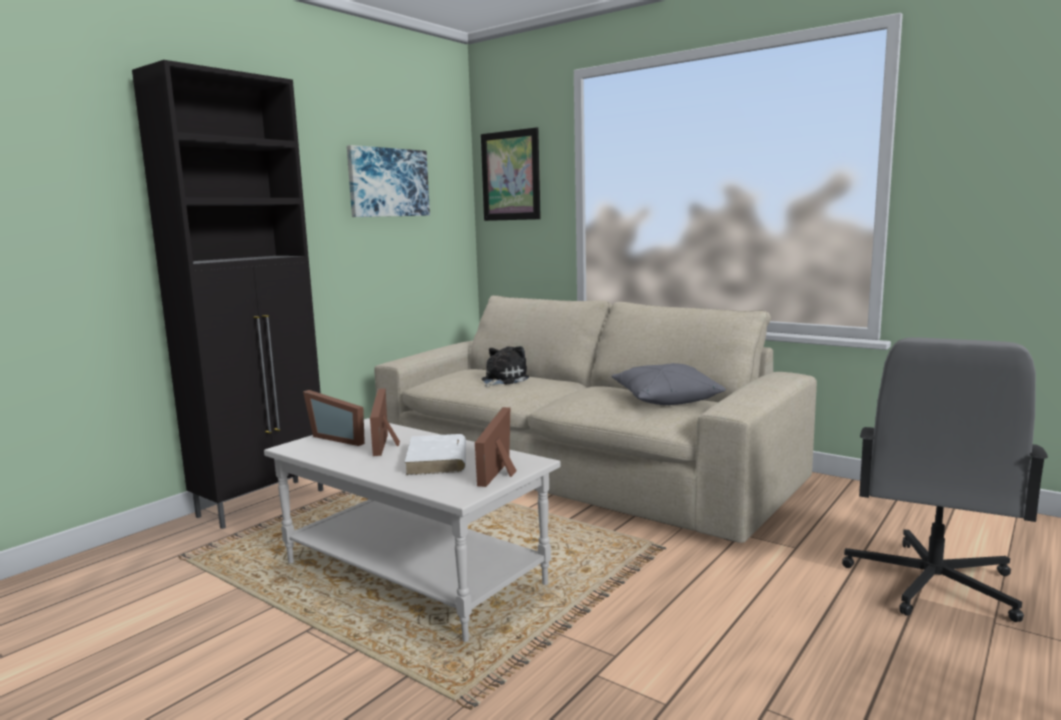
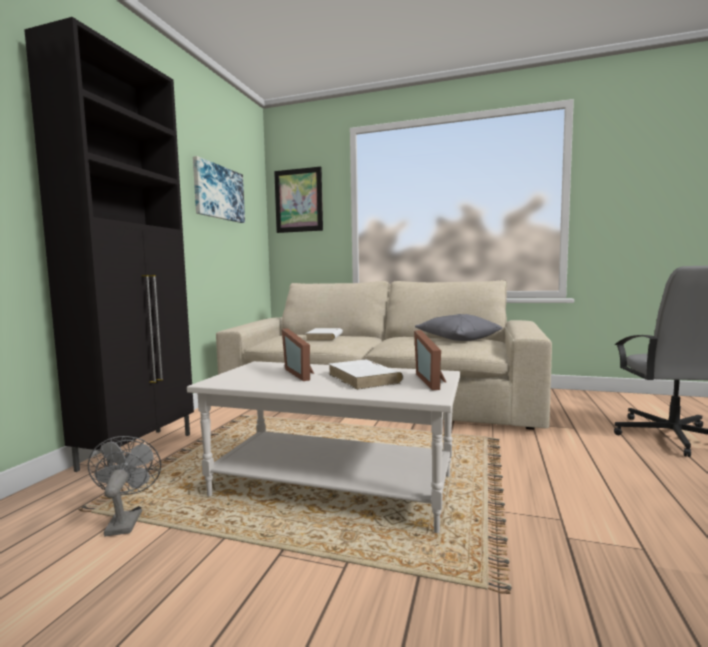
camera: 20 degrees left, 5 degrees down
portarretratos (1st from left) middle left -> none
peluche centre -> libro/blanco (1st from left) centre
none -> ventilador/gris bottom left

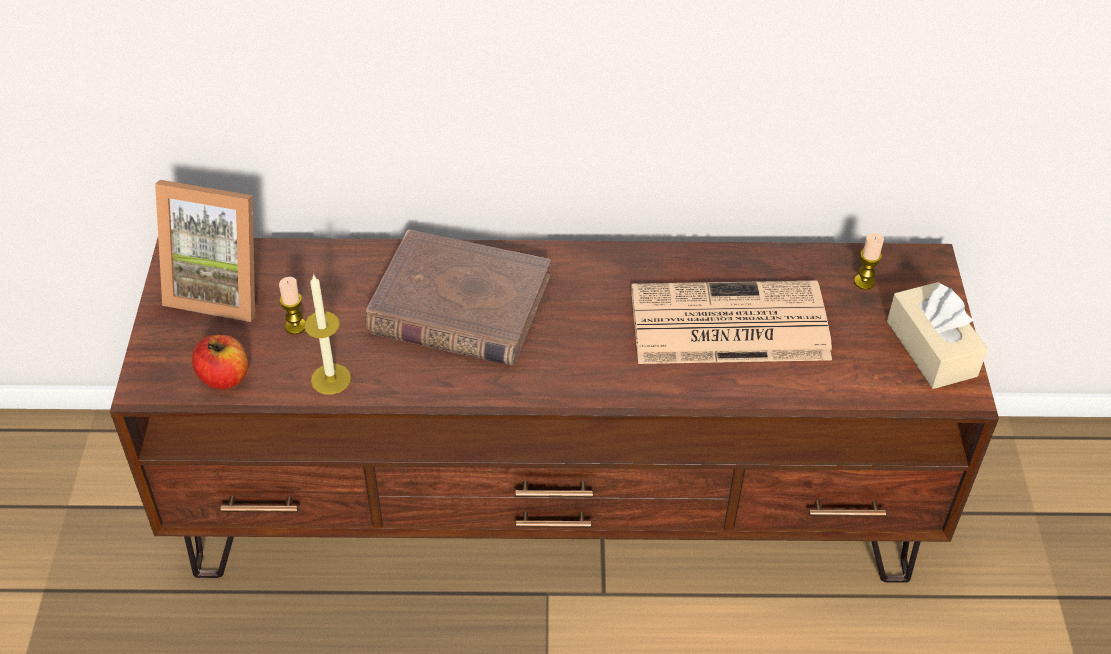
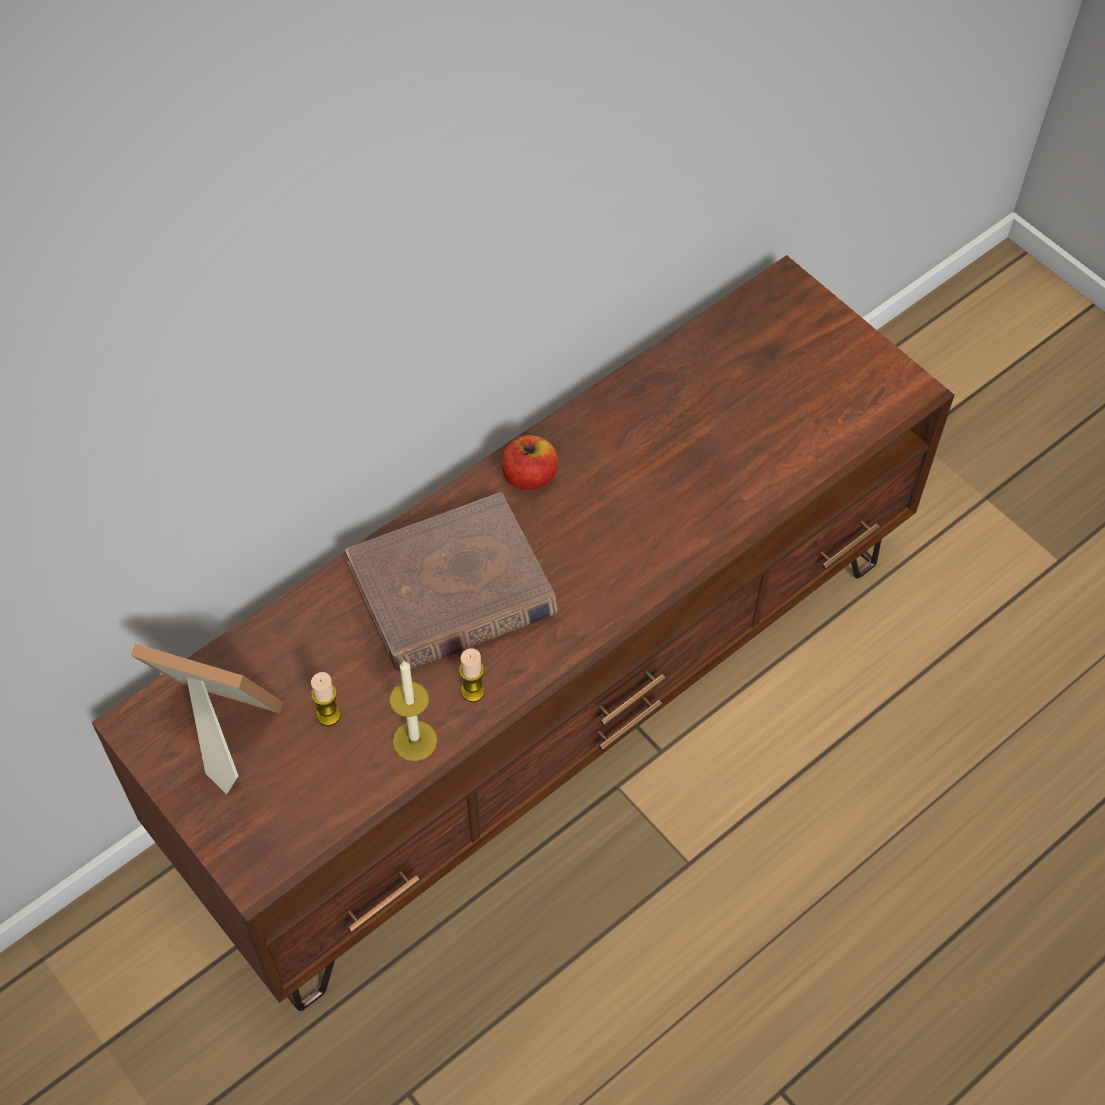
camera: 40 degrees left, 10 degrees up
portarretratos middle left, 135 degrees counterclockwise
manzana middle left -> manzana centre, moved
periódico centre -> none
vela (3rd from left) middle right -> vela (3rd from left) centre, moved
caja de pañuelos/beis middle right -> none

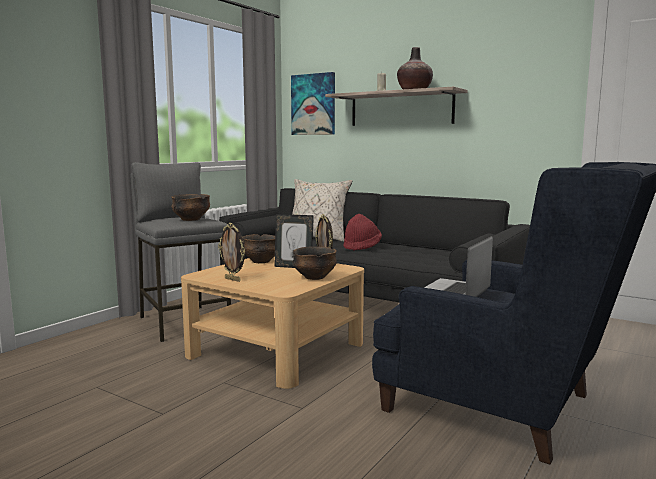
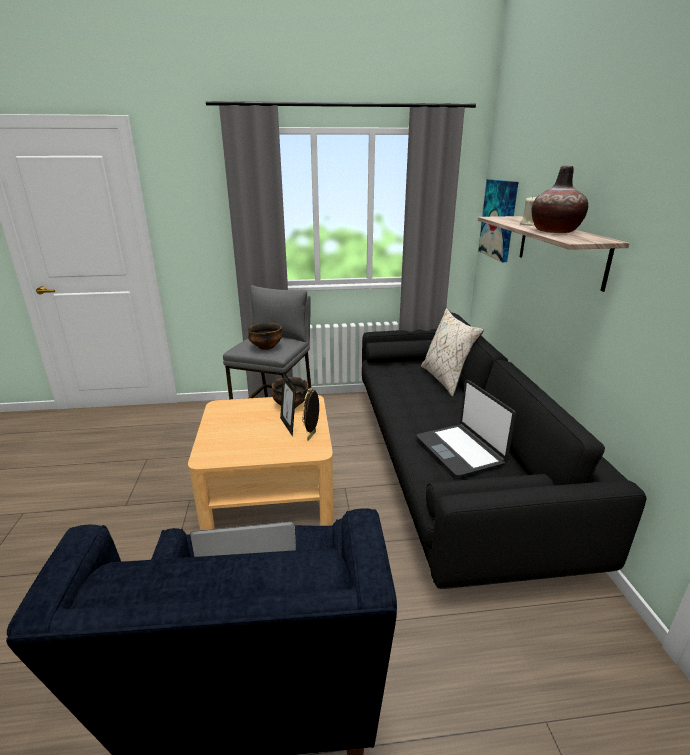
camera: 50 degrees right, 15 degrees up
portarretratos (1st from left) centre -> none
cuenco (3rd from left) centre -> none
sombrero/rojo centre -> none
none -> portátil (2nd from left) middle right

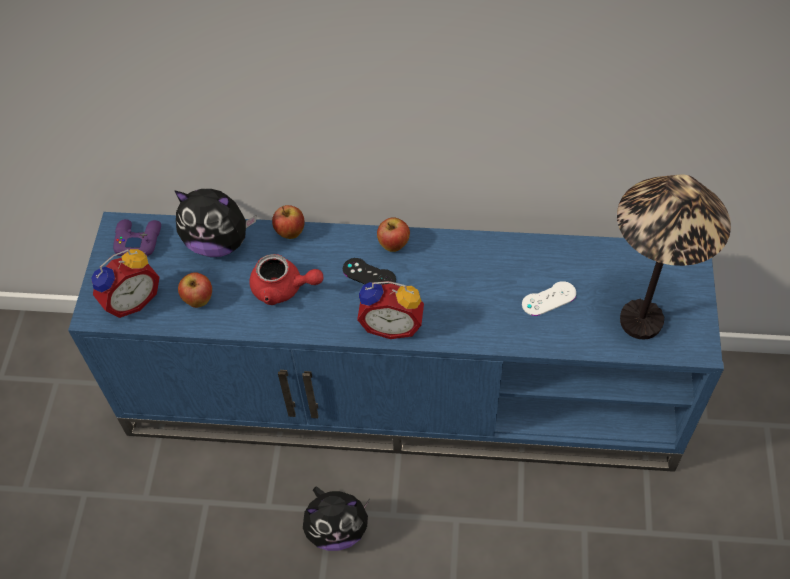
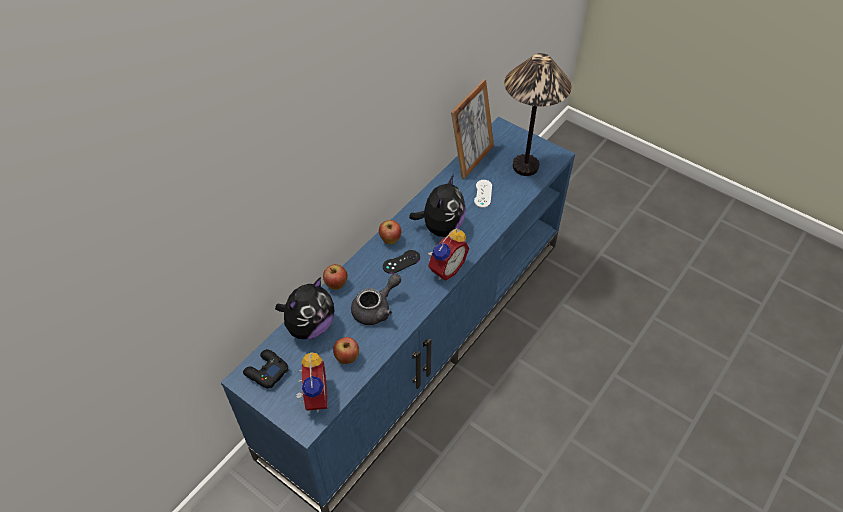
camera: 60 degrees left, 5 degrees down
mando de consola/morado middle left -> mando de consola/negro (1st from left) bottom left
tetera/rojo centre -> tetera/gris centre
peluche (2nd from left) bottom centre -> peluche (2nd from left) centre, moved
none -> portarretratos top centre

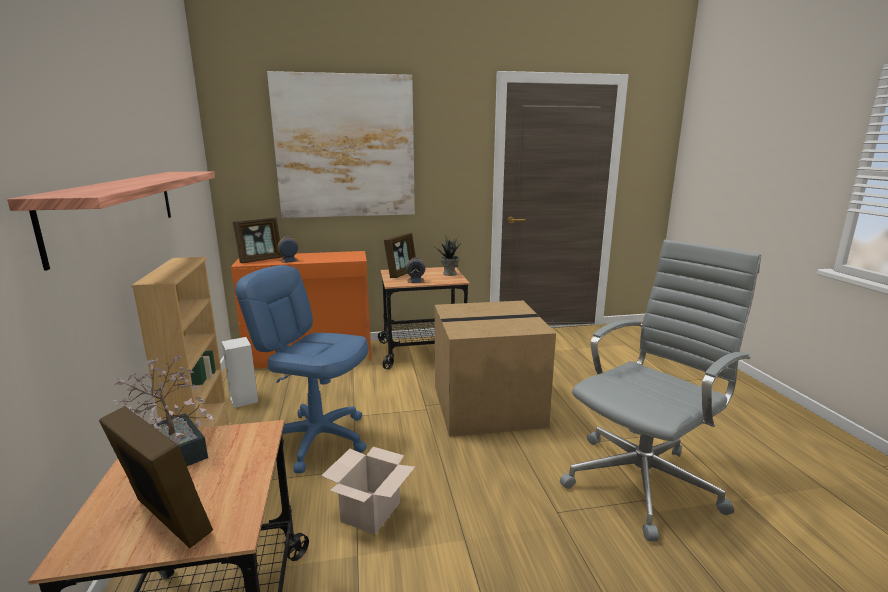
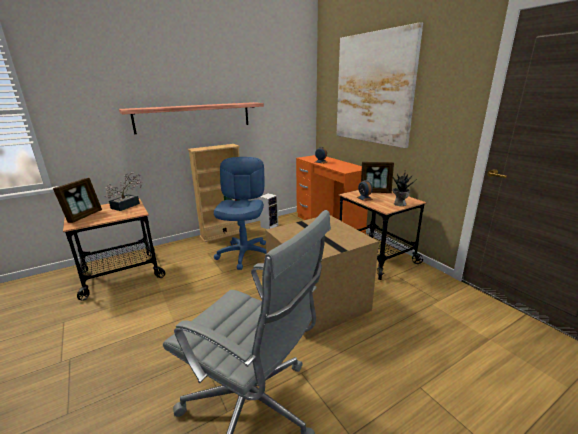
camera: 70 degrees right, 5 degrees up
portarretratos (2nd from left) middle left -> none
caja de cartón (1st from left) bottom centre -> none

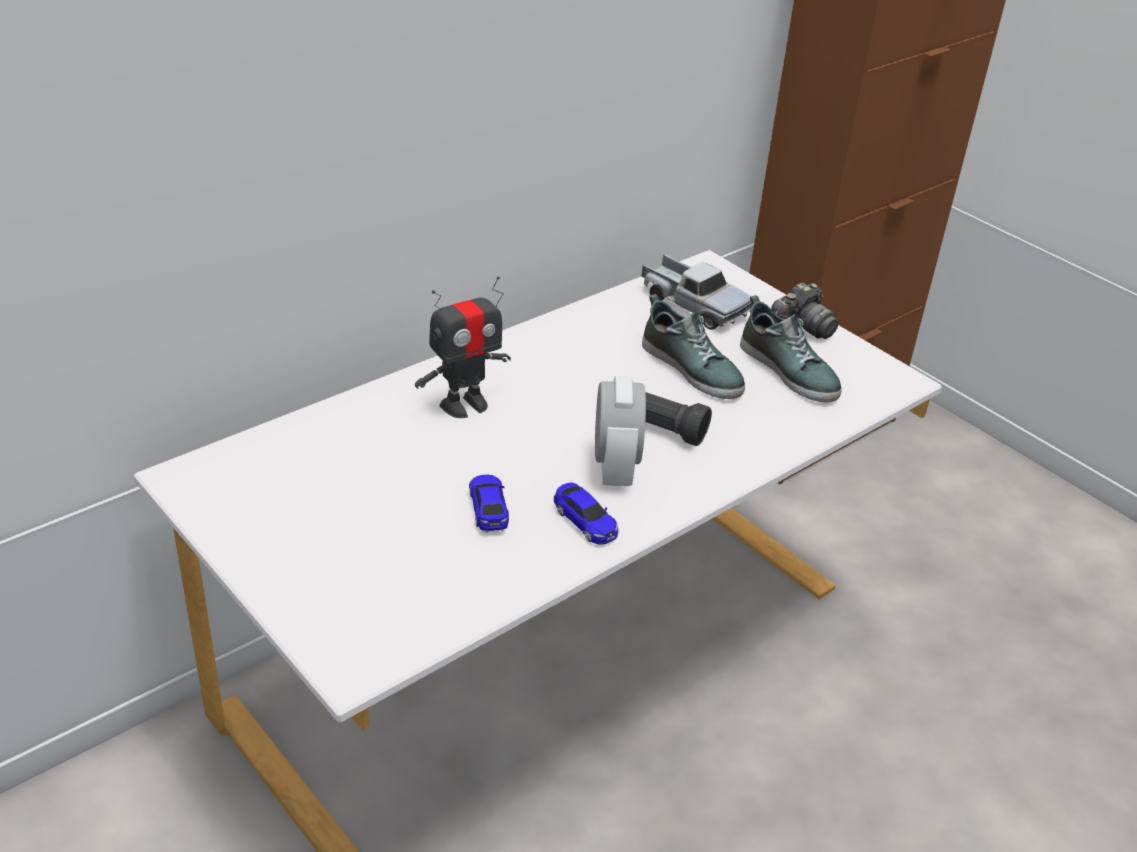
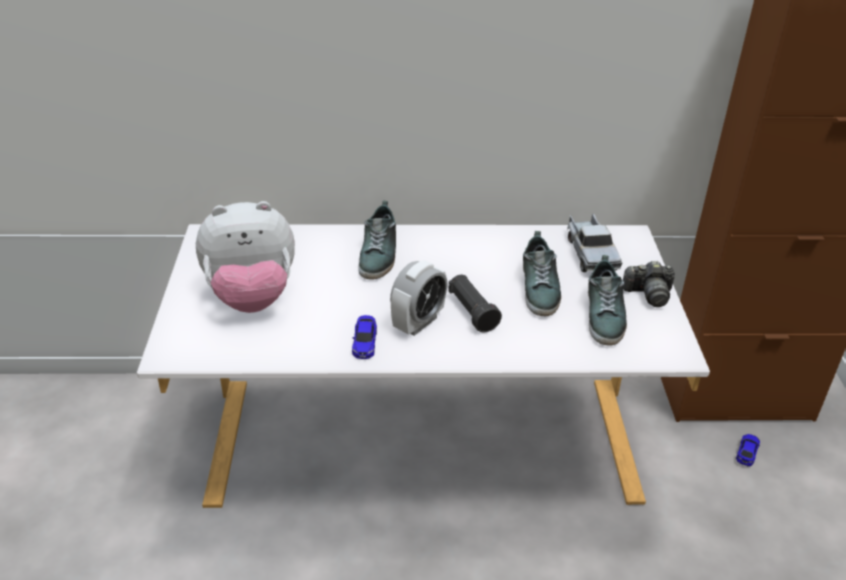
camera: 40 degrees right, 0 degrees up
robot de juguete centre -> zapato (1st from left) centre
coche de juguete (1st from left in the first image) centre -> coche de juguete (2nd from left) bottom right, moved
none -> peluche middle left

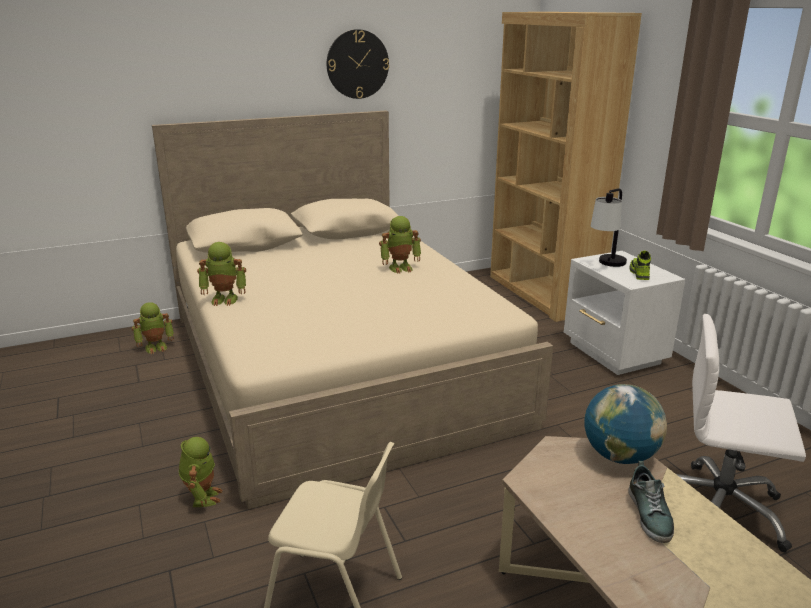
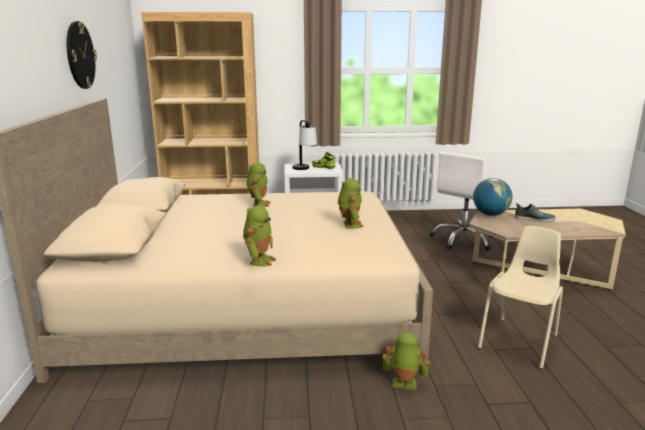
camera: 70 degrees left, 5 degrees down
robot de juguete (1st from left in the first image) middle left -> robot de juguete (3rd from left) centre, moved

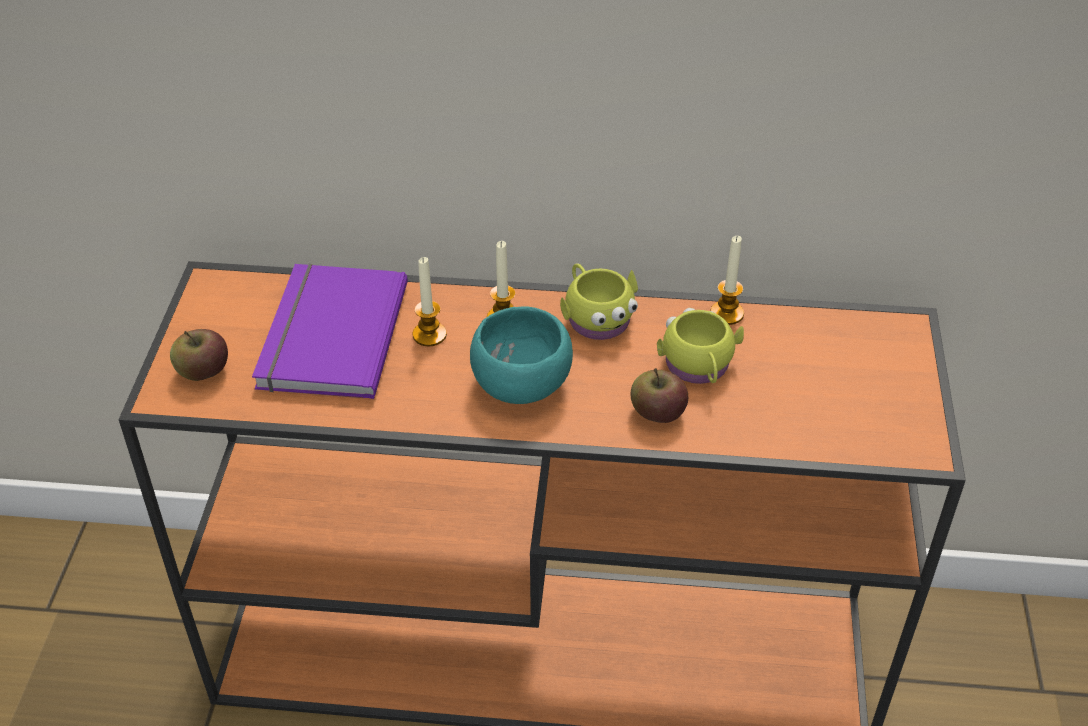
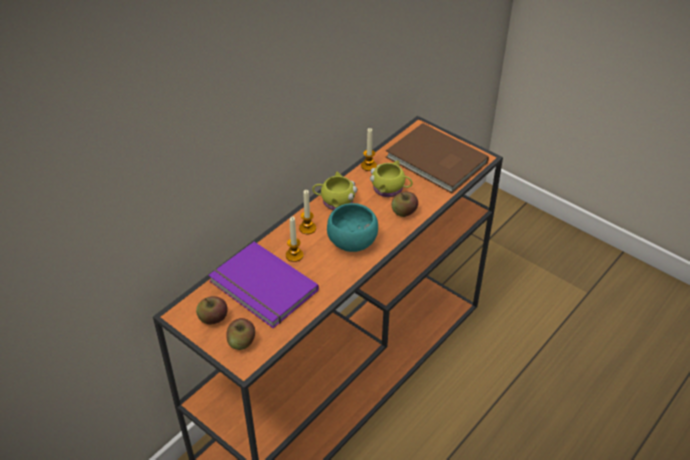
camera: 55 degrees left, 0 degrees up
none -> manzana (1st from left) bottom left
none -> libro/marrón centre

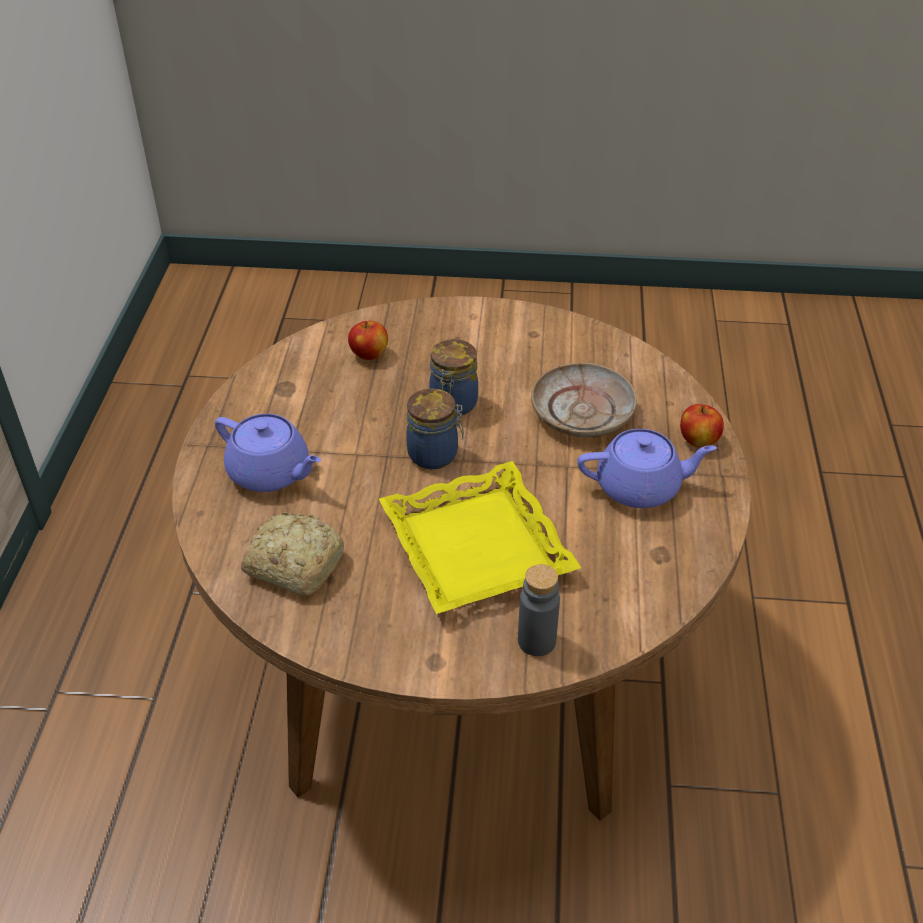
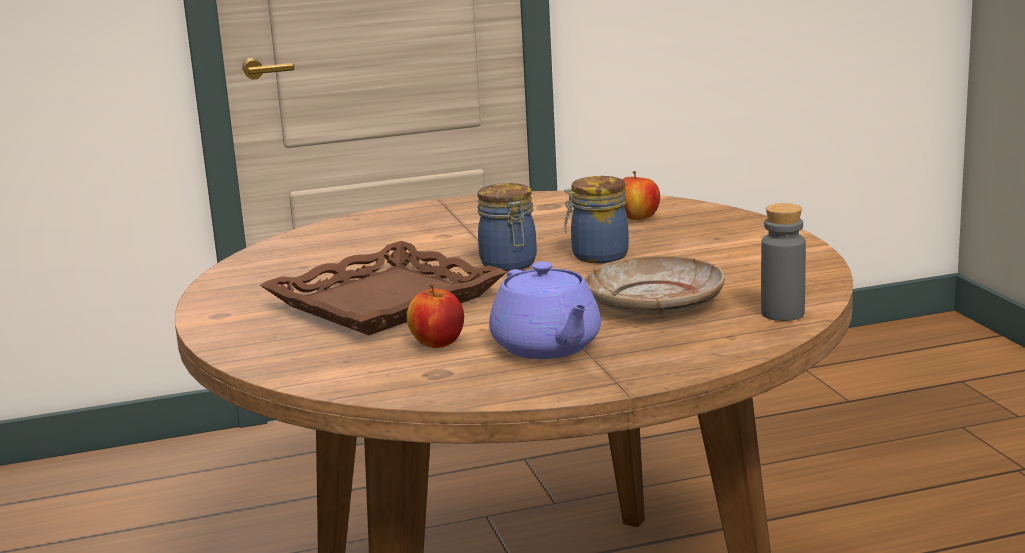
camera: 70 degrees right, 25 degrees down
tetera/morado (1st from left) middle left -> none
pan middle left -> none
bandeja/amarillo centre -> bandeja/marrón centre
botella/gris centre -> botella/gris middle right, moved
manzana (2nd from left in the first image) middle right -> manzana (1st from left) centre, moved

